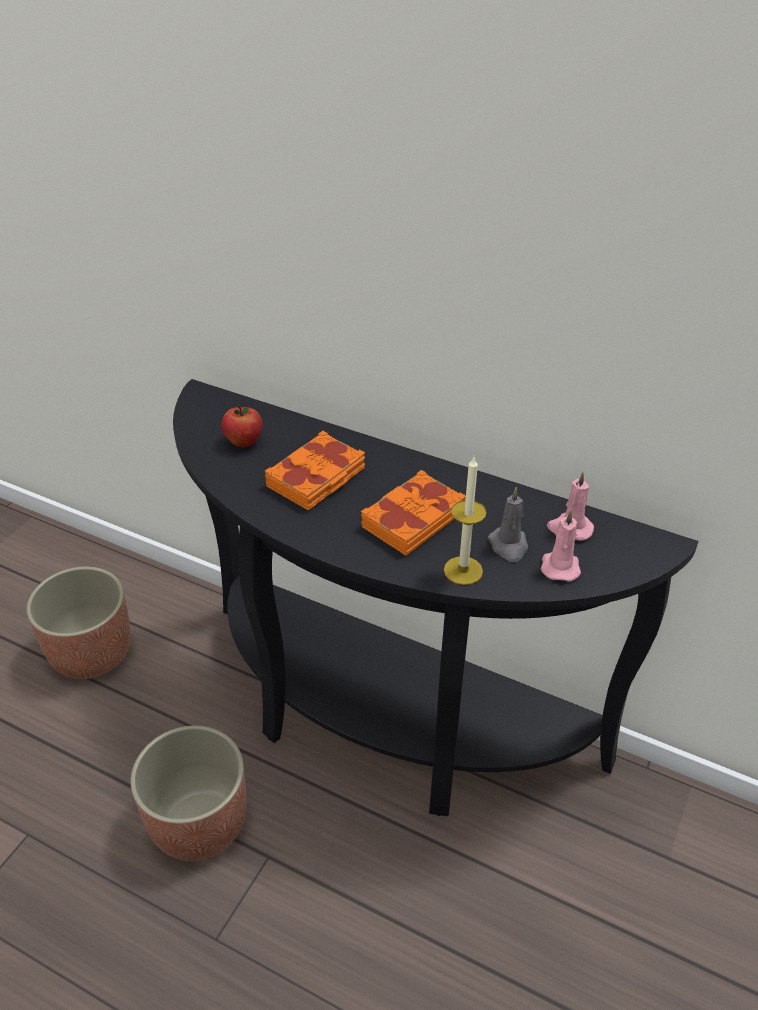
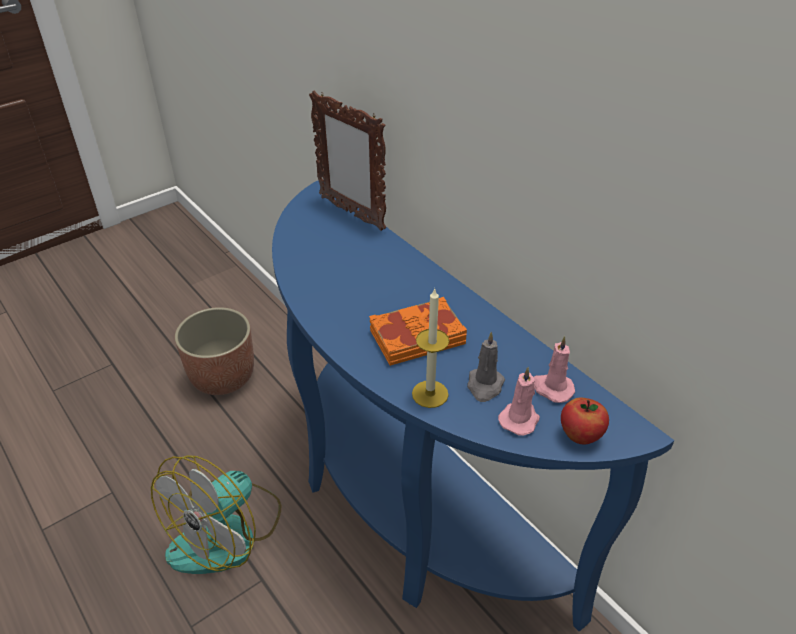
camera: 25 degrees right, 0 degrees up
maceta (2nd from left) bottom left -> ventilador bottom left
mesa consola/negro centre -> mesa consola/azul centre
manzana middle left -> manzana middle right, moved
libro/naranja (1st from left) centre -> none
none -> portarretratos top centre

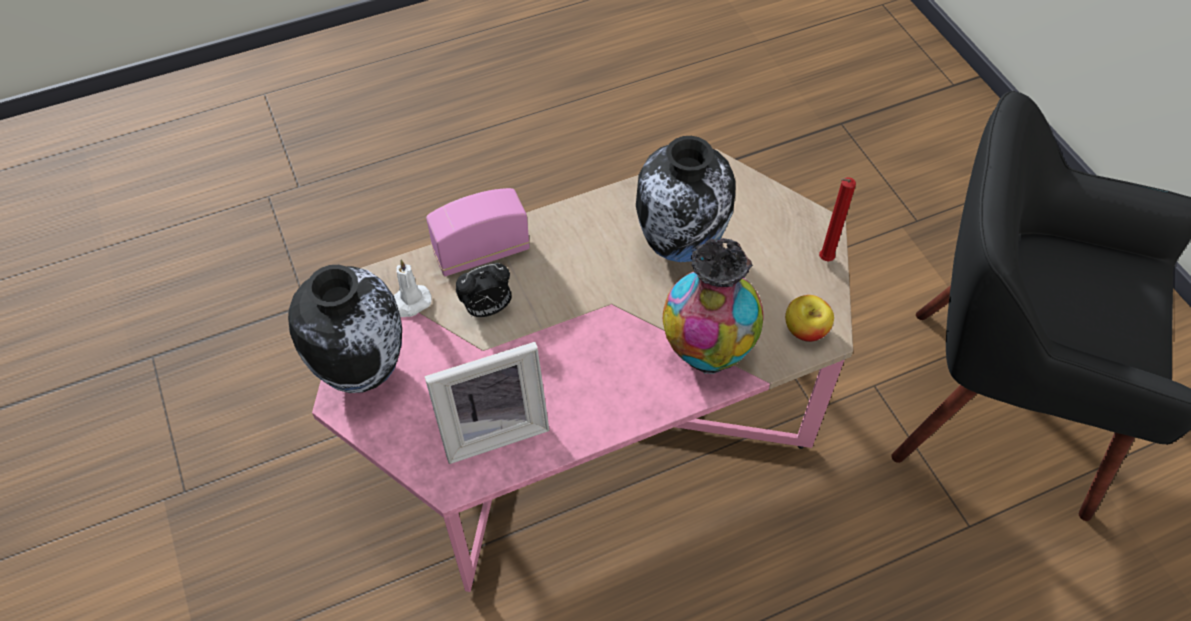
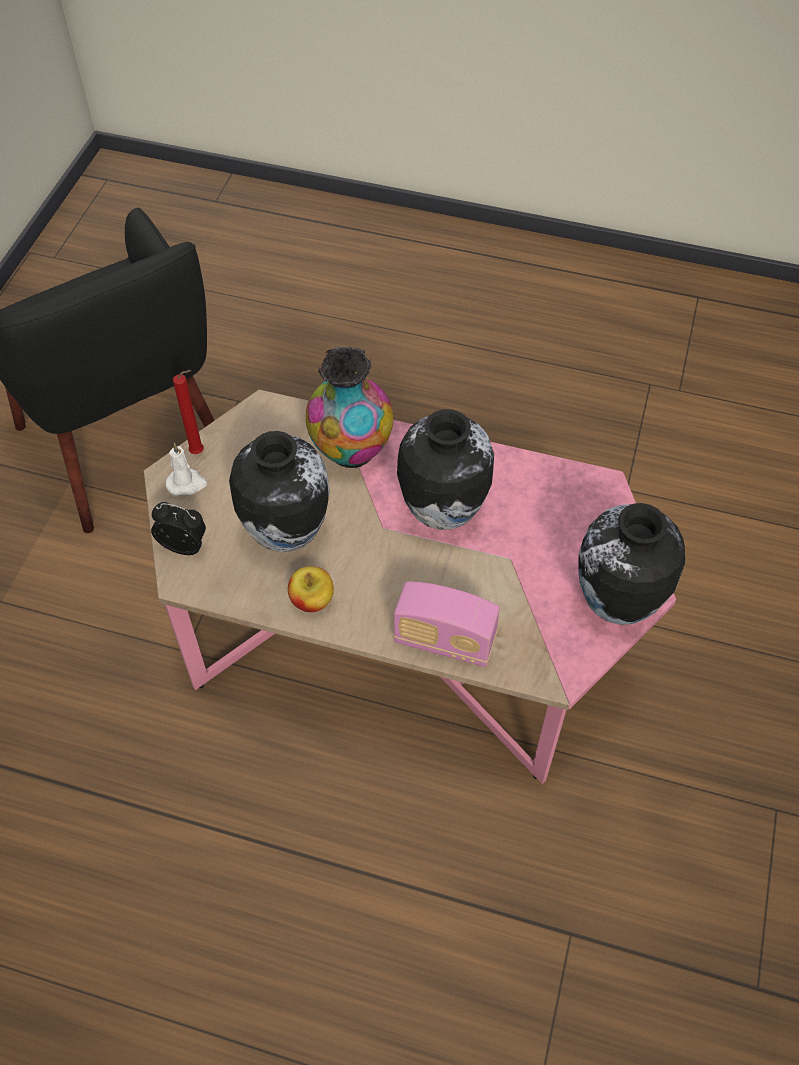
camera: 140 degrees left, 0 degrees up
vela/blanco centre -> vela/blanco middle left, moved
portarretratos centre -> none
despertador centre -> despertador middle left, moved
manzana middle right -> manzana centre, moved
none -> florero (3rd from left) centre

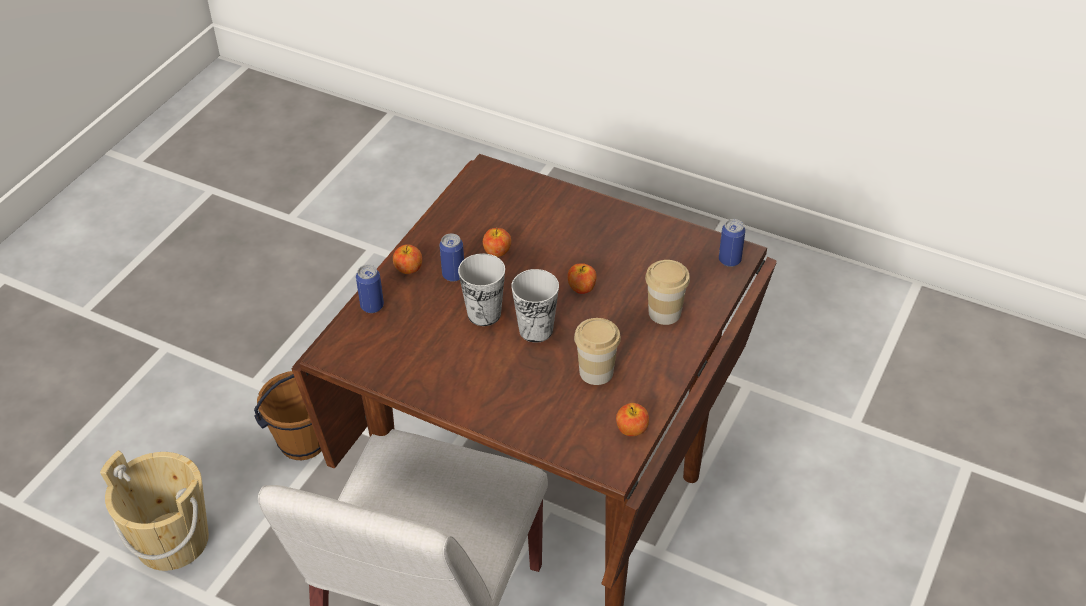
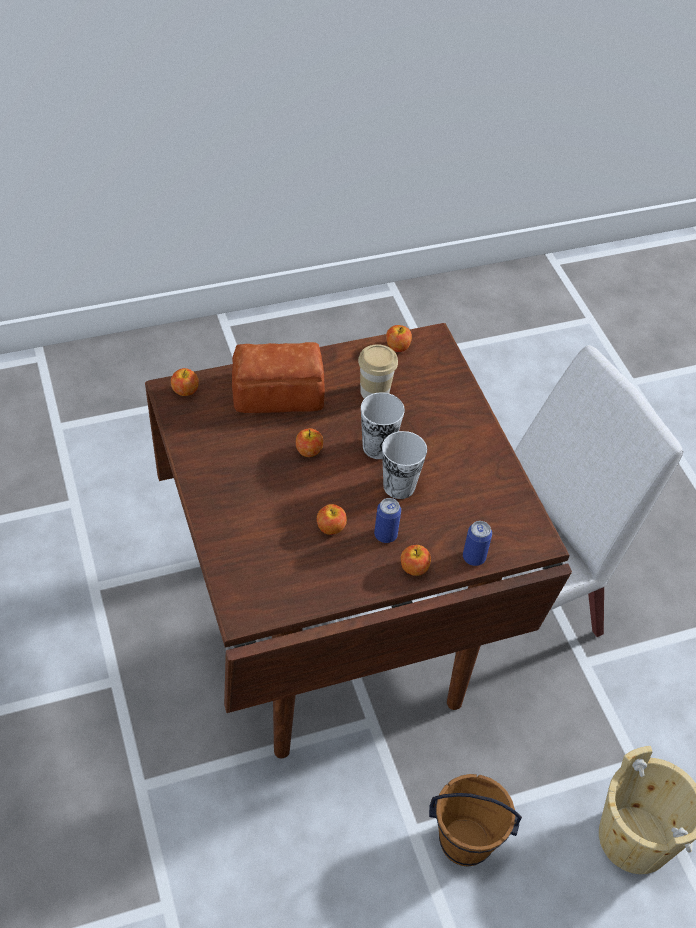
camera: 140 degrees left, 5 degrees up
taza (4th from left) centre -> pan centre
lata (3rd from left) middle right -> manzana (1st from left) middle left

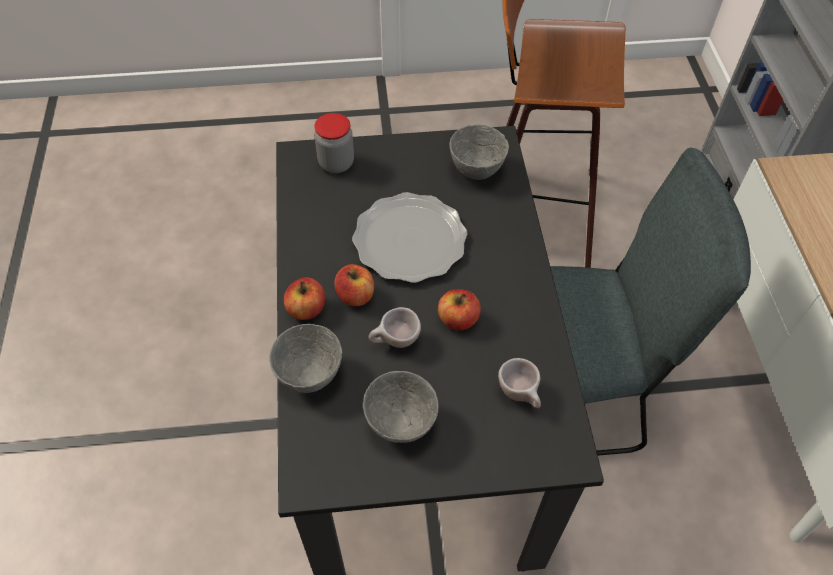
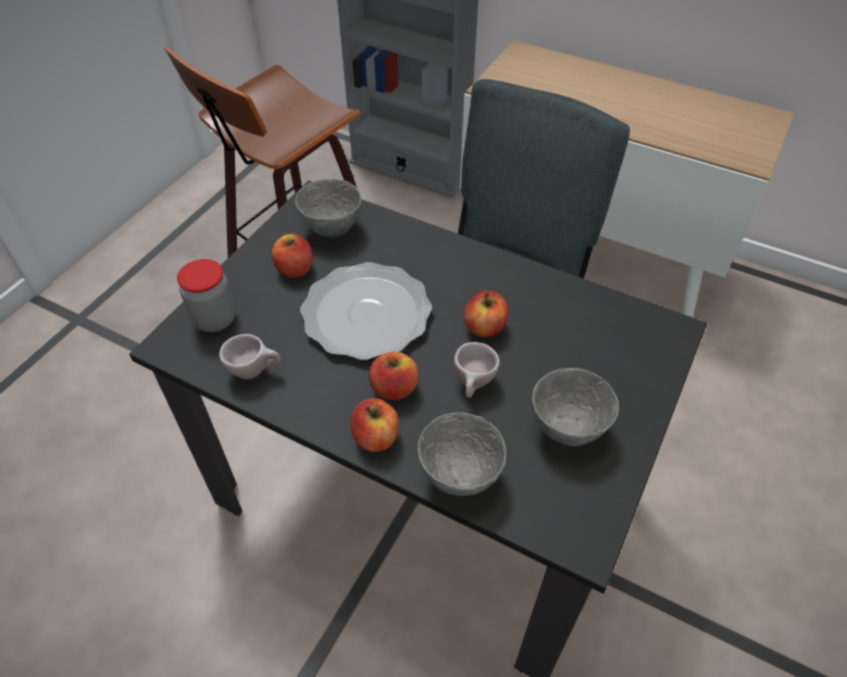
camera: 55 degrees left, 5 degrees down
taza/beis (2nd from left in the first image) centre -> taza/beis (1st from left) middle left, moved
none -> manzana (1st from left) centre

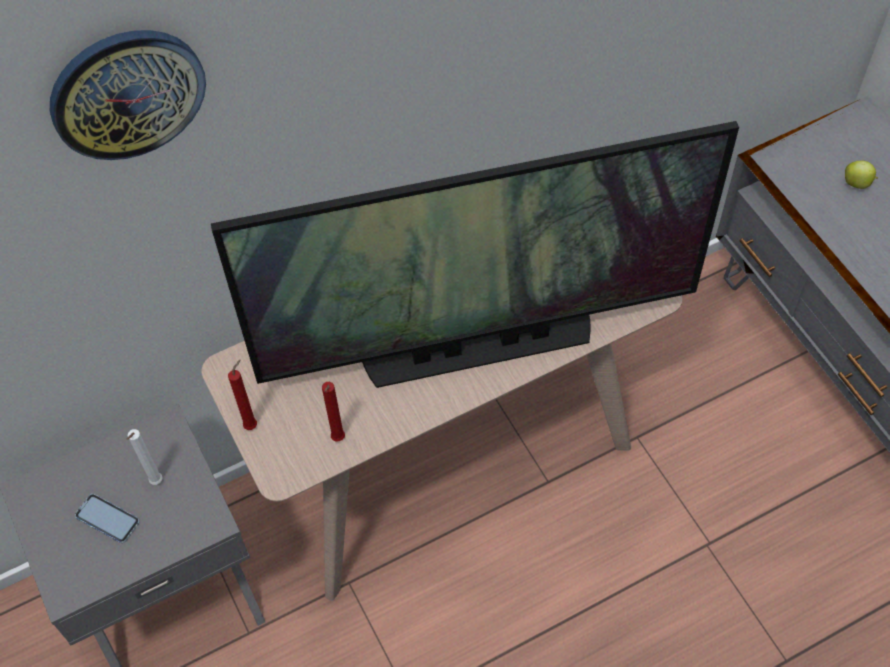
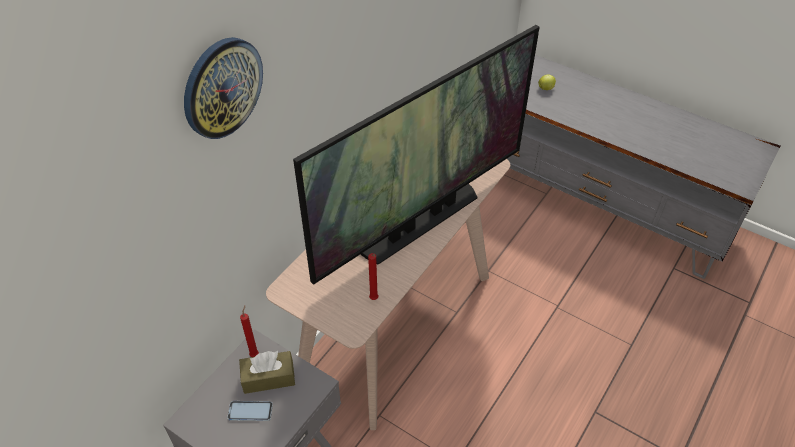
camera: 30 degrees left, 10 degrees down
vela/blanco bottom left -> caja de pañuelos/marrón bottom centre
vela/rojo (1st from left) middle left -> vela/rojo (1st from left) bottom left, moved

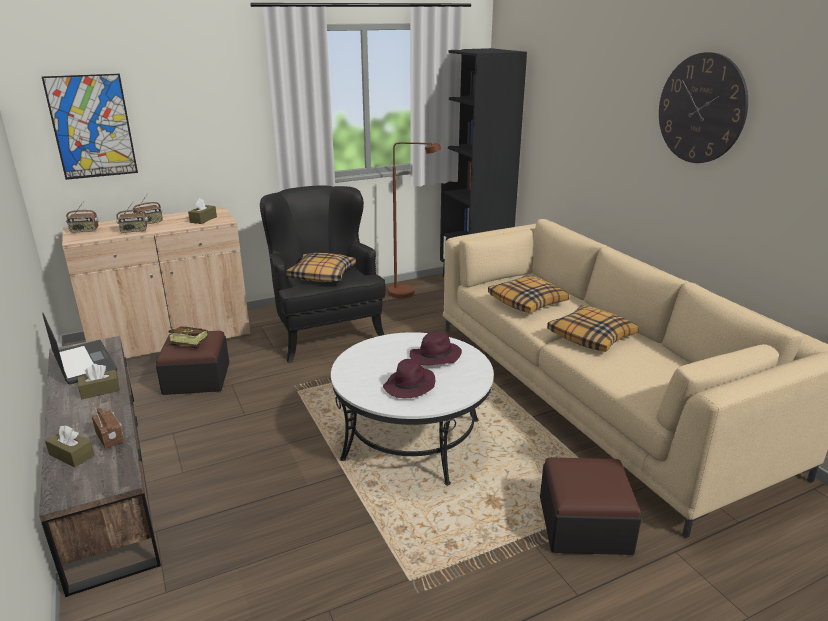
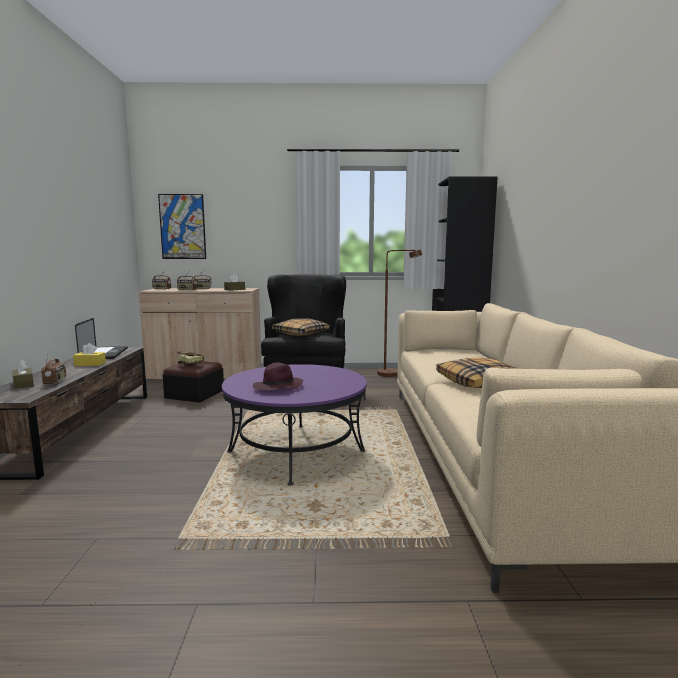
camera: 25 degrees right, 15 degrees down
caja de pañuelos/marrón (2nd from left) middle left -> caja de pañuelos/amarillo middle left
mesa de centro/blanco centre -> mesa de centro/morado centre
sombrero/morado (2nd from left) centre -> none
cojín (2nd from left) centre -> none
puf (2nd from left) bottom right -> none
reloj de pared top right -> none

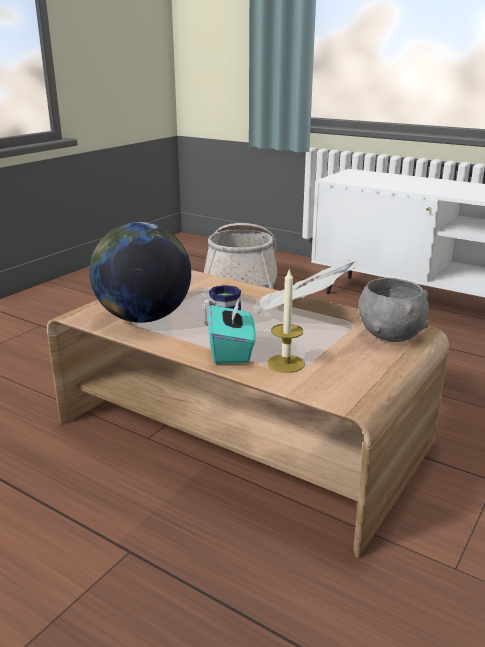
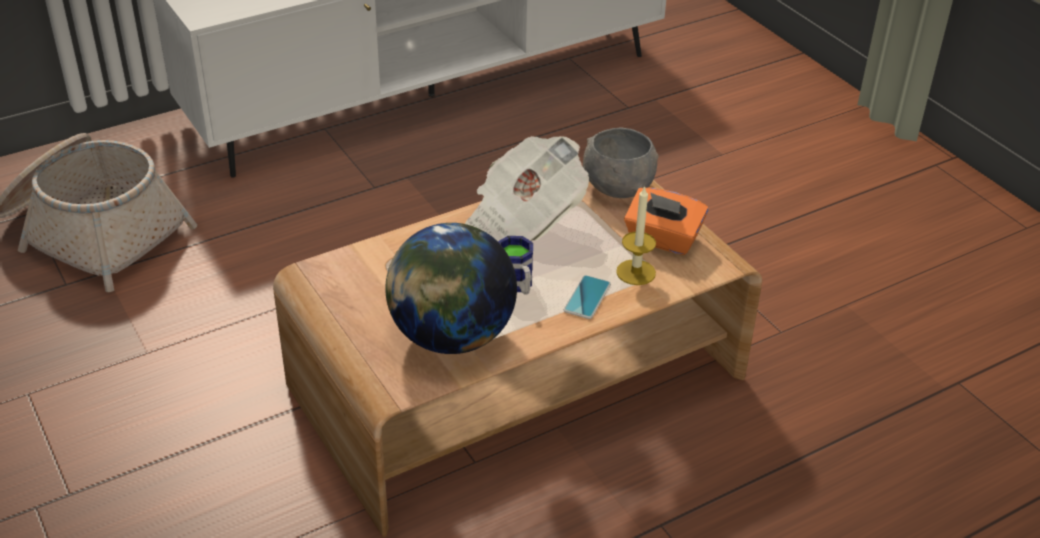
camera: 65 degrees left, 15 degrees up
caja de pañuelos/turquesa centre -> móvil centre
none -> caja de pañuelos/naranja centre

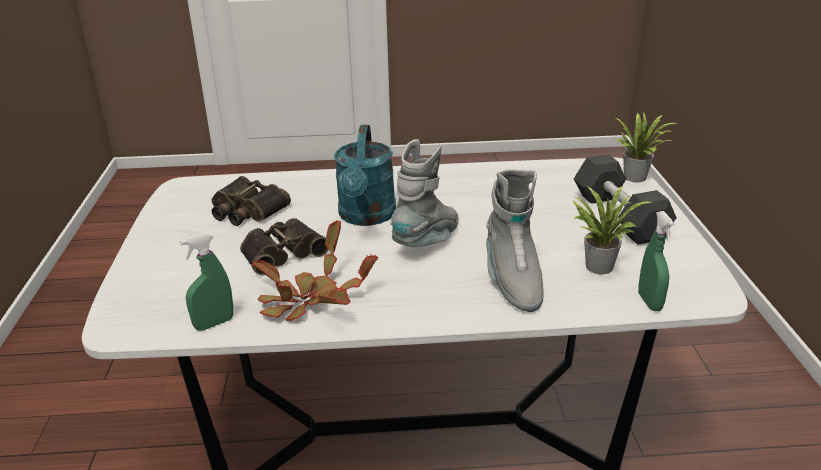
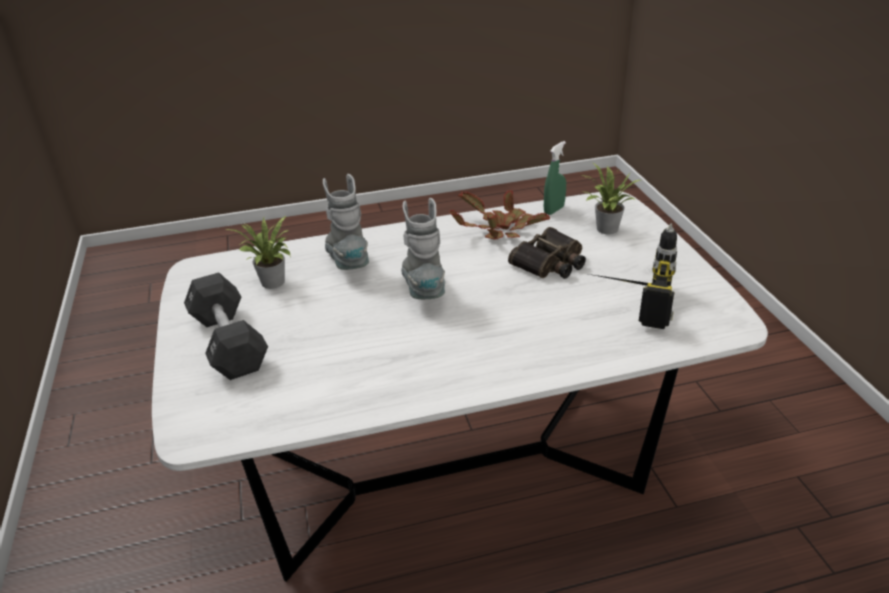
camera: 170 degrees right, 5 degrees up
prismáticos (1st from left) middle left -> taladro middle right
regadera/turquesa centre -> none
bota/gris (1st from left in the first image) centre -> bota/gris (2nd from left) centre, 150 degrees clockwise
planta en maceta (3rd from left) top right -> planta en maceta (3rd from left) middle right, moved
pulverizador/verde (2nd from left) middle right -> none

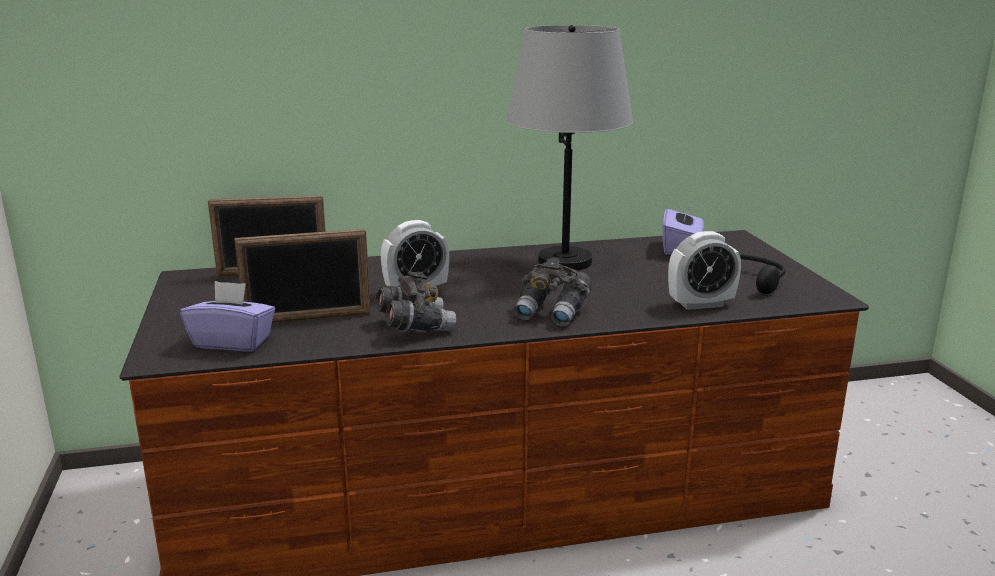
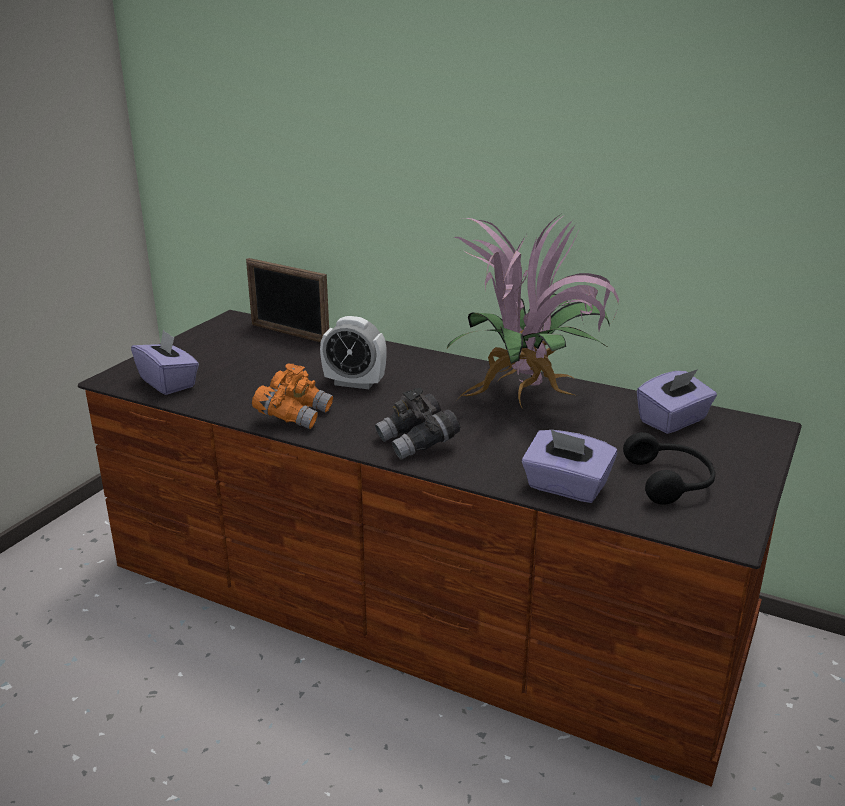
camera: 40 degrees right, 5 degrees up
portarretratos (2nd from left) middle left -> none
prismáticos/gris (1st from left) centre -> prismáticos/naranja centre
lámpara de mesa/gris top centre -> planta en maceta centre
despertador (2nd from left) middle right -> caja de pañuelos/morado (2nd from left) middle right

